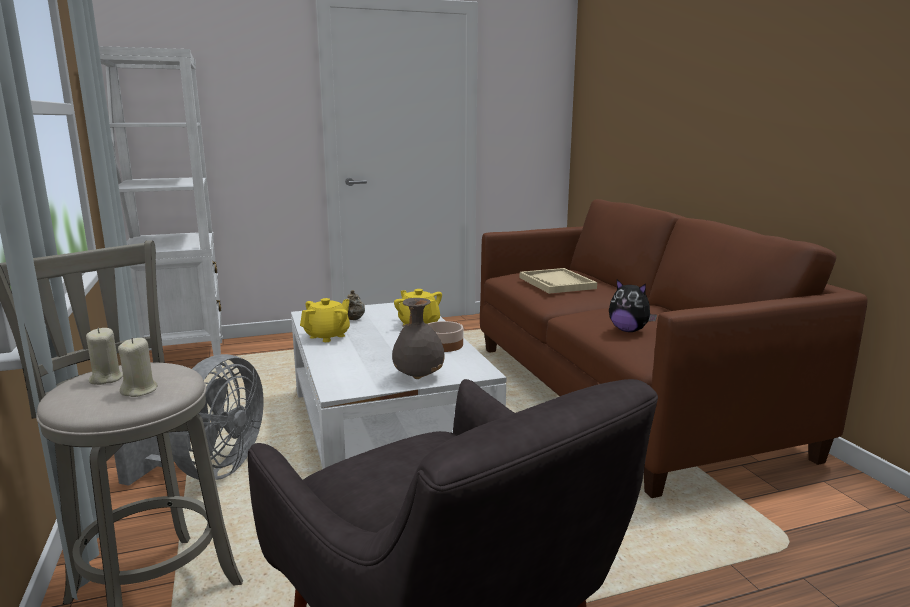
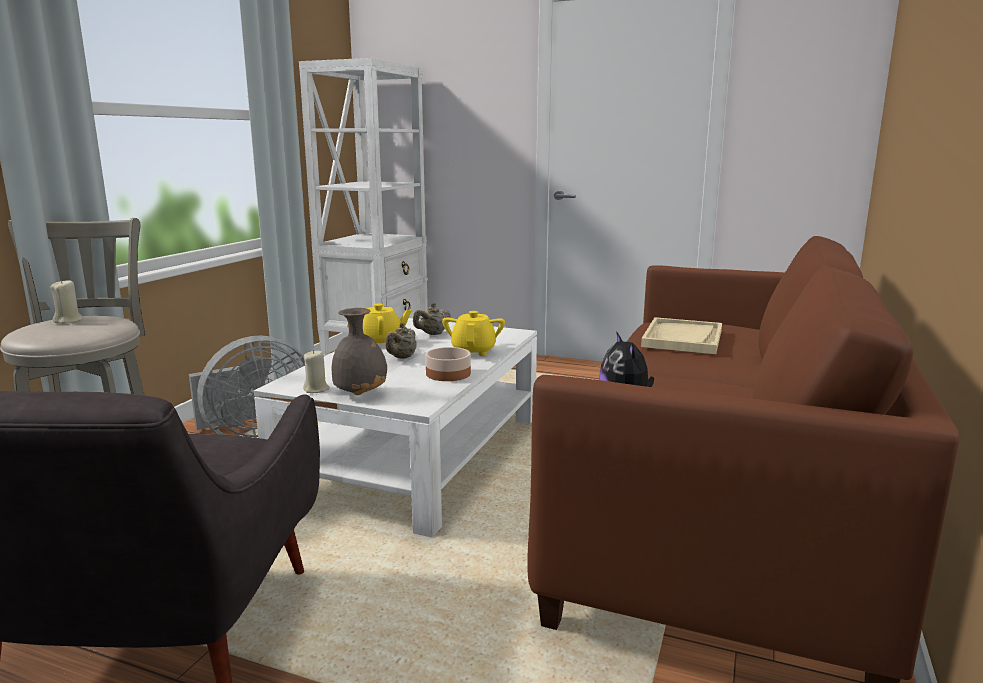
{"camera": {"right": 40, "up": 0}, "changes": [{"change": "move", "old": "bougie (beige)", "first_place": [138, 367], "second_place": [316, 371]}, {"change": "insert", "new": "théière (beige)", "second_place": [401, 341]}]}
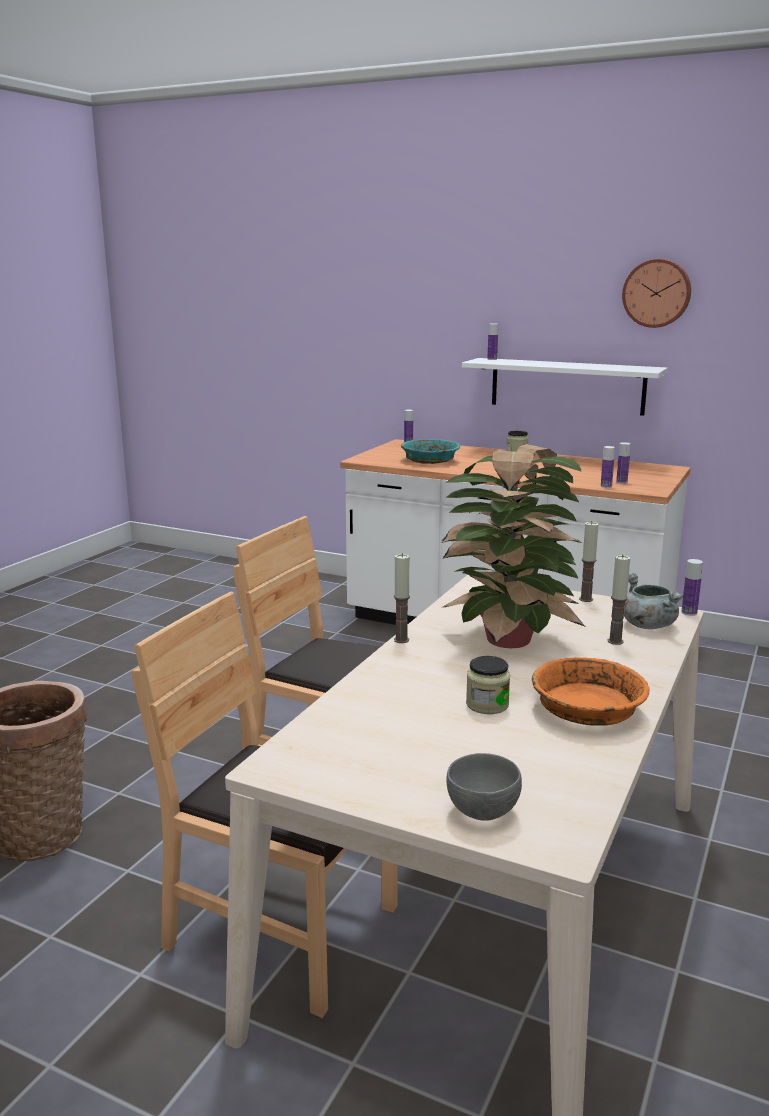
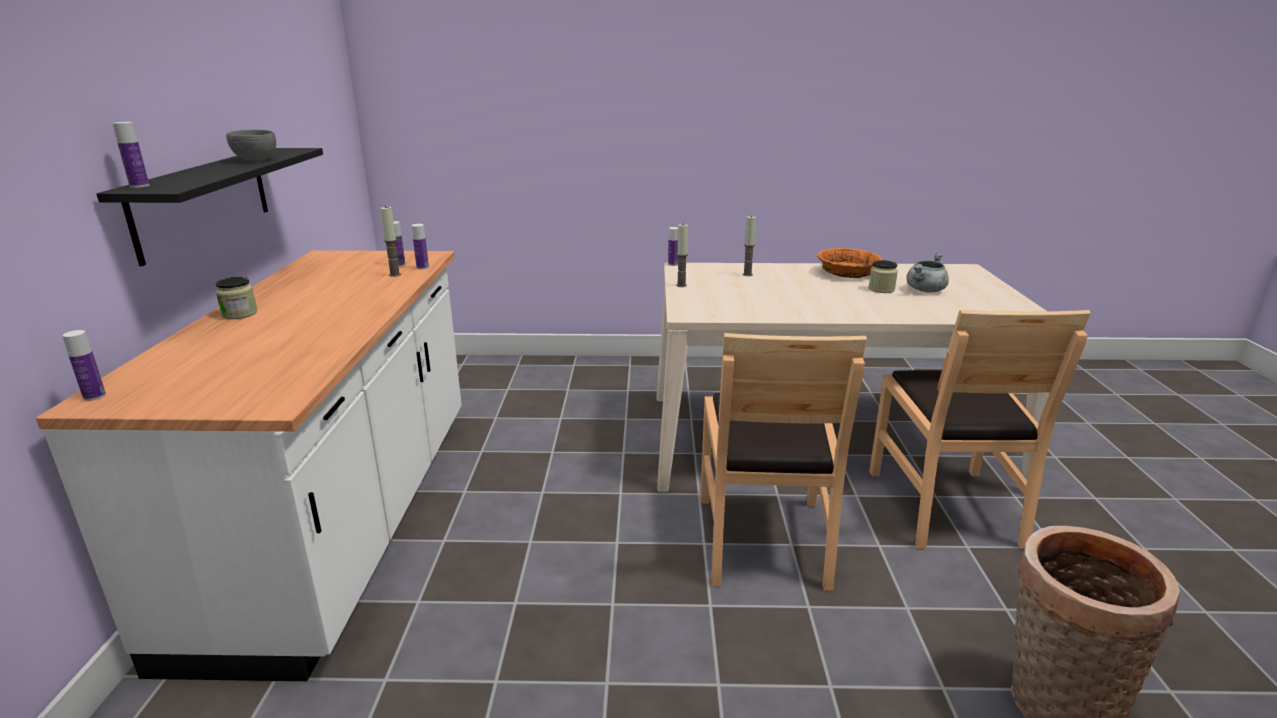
{"camera": {"right": -115, "up": 5}, "changes": [{"change": "recolor", "old": "étagère (blanc)", "new": "étagère (noir)", "first_place": [565, 387], "second_place": [209, 207]}, {"change": "move", "old": "bol (gris)", "first_place": [484, 787], "second_place": [251, 145]}, {"change": "move", "old": "bougie", "first_place": [402, 598], "second_place": [390, 241]}, {"change": "move", "old": "marmite (gris)", "first_place": [654, 601], "second_place": [927, 273]}, {"change": "delete", "old": "bol (turquoise)", "first_place": [430, 451]}, {"change": "delete", "old": "plante en pot", "first_place": [513, 546]}, {"change": "delete", "old": "horloge murale", "first_place": [656, 293]}]}
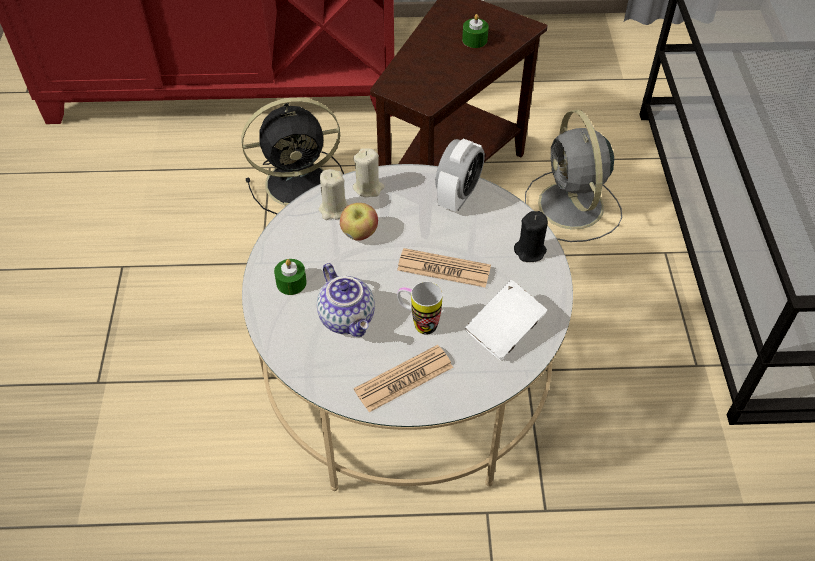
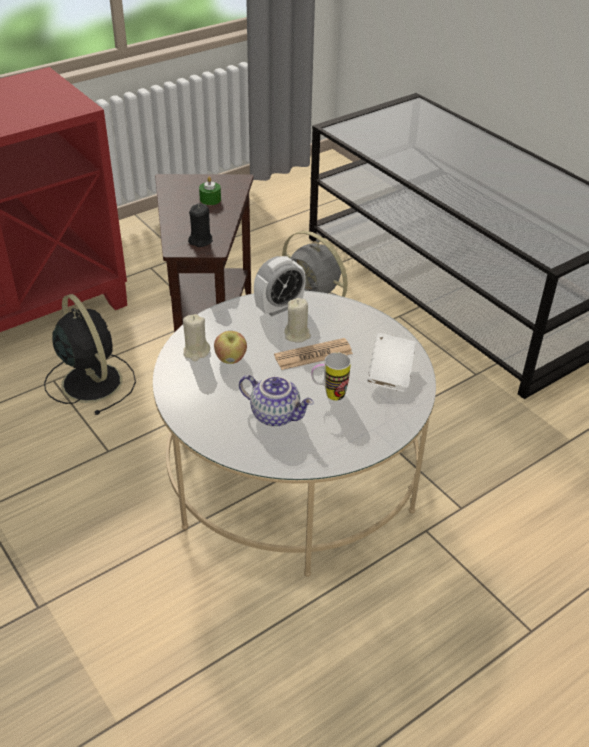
{"camera": {"right": -35, "up": -10}, "changes": [{"change": "rotate", "old": "ventilateur (noir)", "first_place": [292, 156], "second_place": [90, 354], "degrees": -75}, {"change": "move", "old": "bougie (noir)", "first_place": [531, 236], "second_place": [200, 225]}, {"change": "rotate", "old": "réveil", "first_place": [460, 175], "second_place": [280, 286], "degrees": 60}, {"change": "move", "old": "bougie (beige)", "first_place": [368, 172], "second_place": [297, 320]}, {"change": "delete", "old": "bougie (vert)", "first_place": [290, 277]}, {"change": "delete", "old": "journal", "first_place": [403, 378]}]}
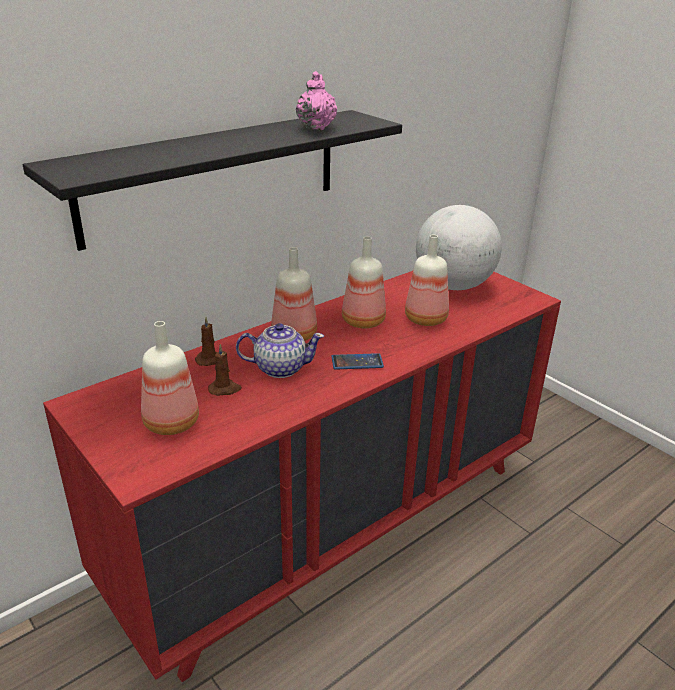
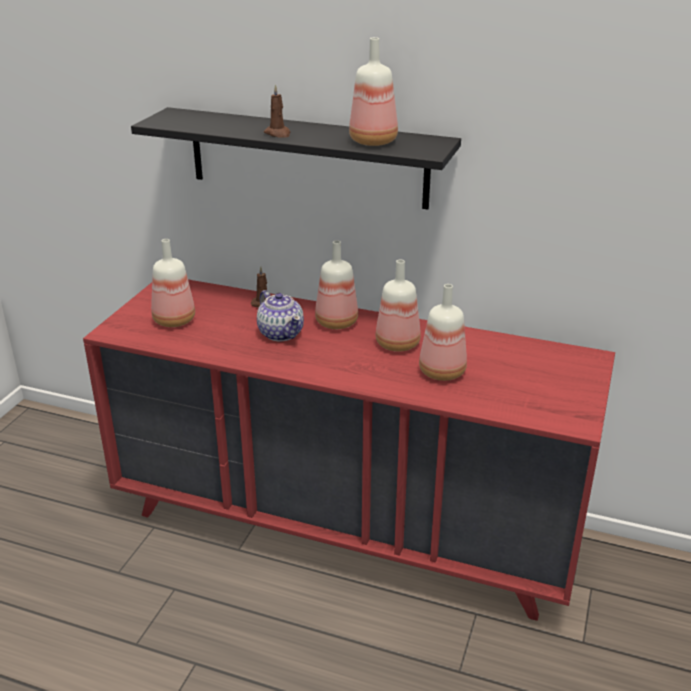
{"camera": {"right": 60, "up": 0}, "changes": [{"change": "move", "old": "bougie (marron)", "first_place": [225, 370], "second_place": [277, 111]}, {"change": "replace", "old": "théière (rose)", "new": "bouteille", "first_place": [316, 100], "second_place": [373, 91]}, {"change": "delete", "old": "téléphone", "first_place": [357, 361]}, {"change": "delete", "old": "globe", "first_place": [459, 247]}]}
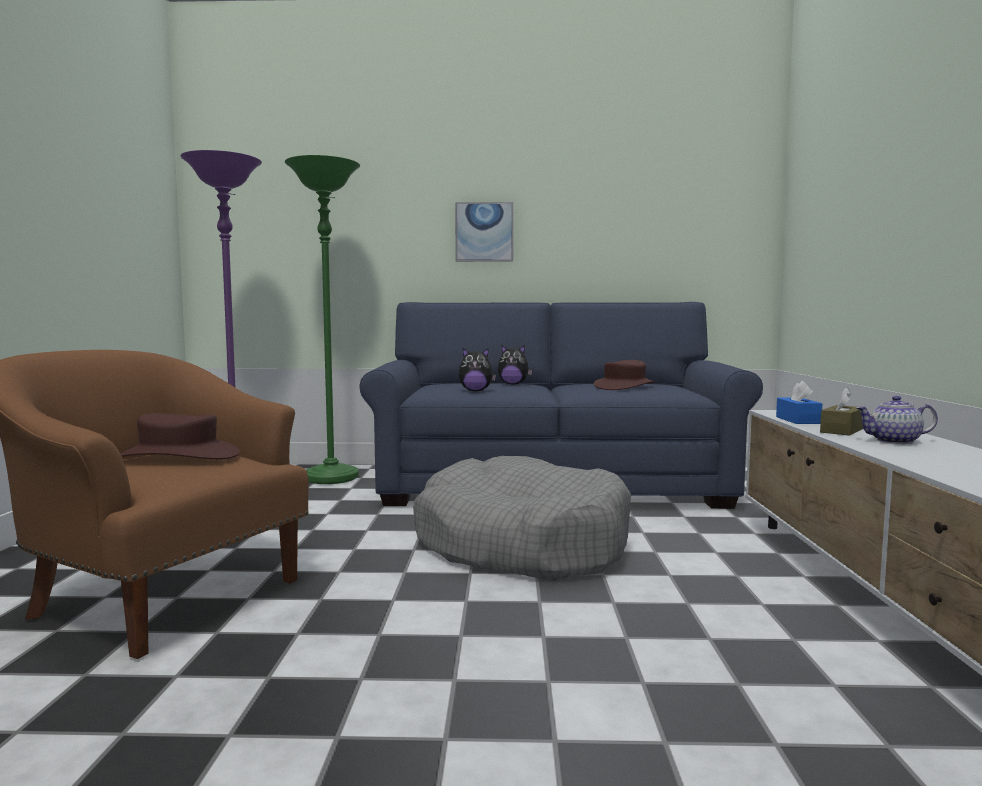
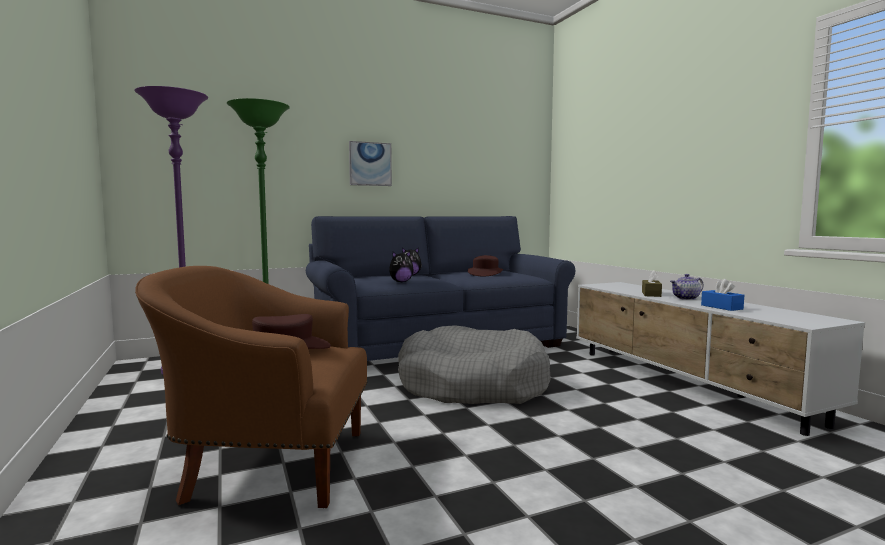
{"camera": {"right": -25, "up": 0}, "changes": [{"change": "move", "old": "boîte à mouchoirs (bleu)", "first_place": [799, 402], "second_place": [722, 295]}]}
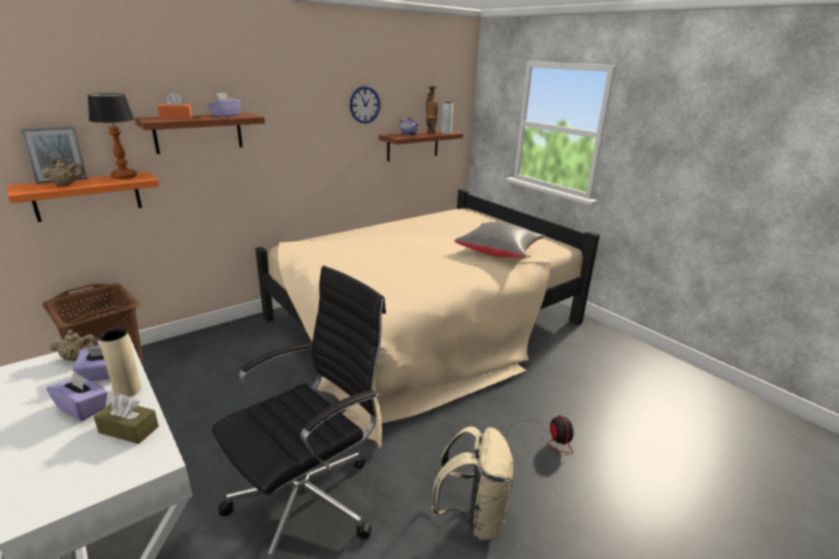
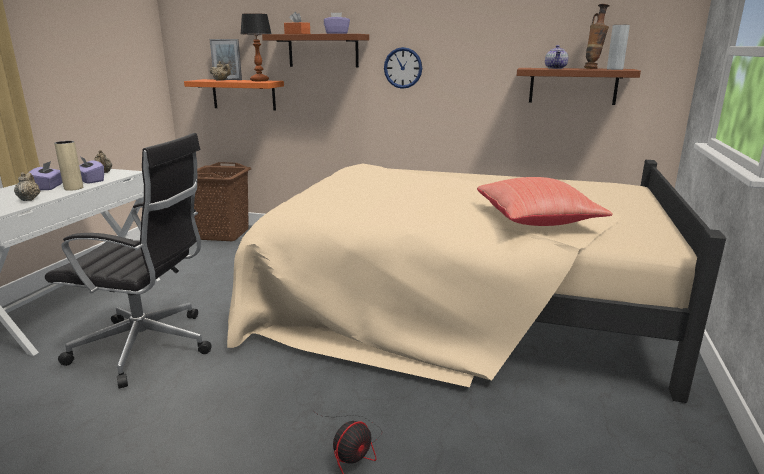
{"camera": {"right": 55, "up": -5}, "changes": [{"change": "replace", "old": "boîte à mouchoirs (marron)", "new": "théière (beige)", "first_place": [126, 419], "second_place": [27, 186]}, {"change": "move", "old": "horloge murale", "first_place": [365, 104], "second_place": [403, 68]}, {"change": "recolor", "old": "coussin (gris)", "new": "coussin (rouge)", "first_place": [499, 240], "second_place": [545, 201]}, {"change": "delete", "old": "sac à dos (beige)", "first_place": [473, 484]}]}
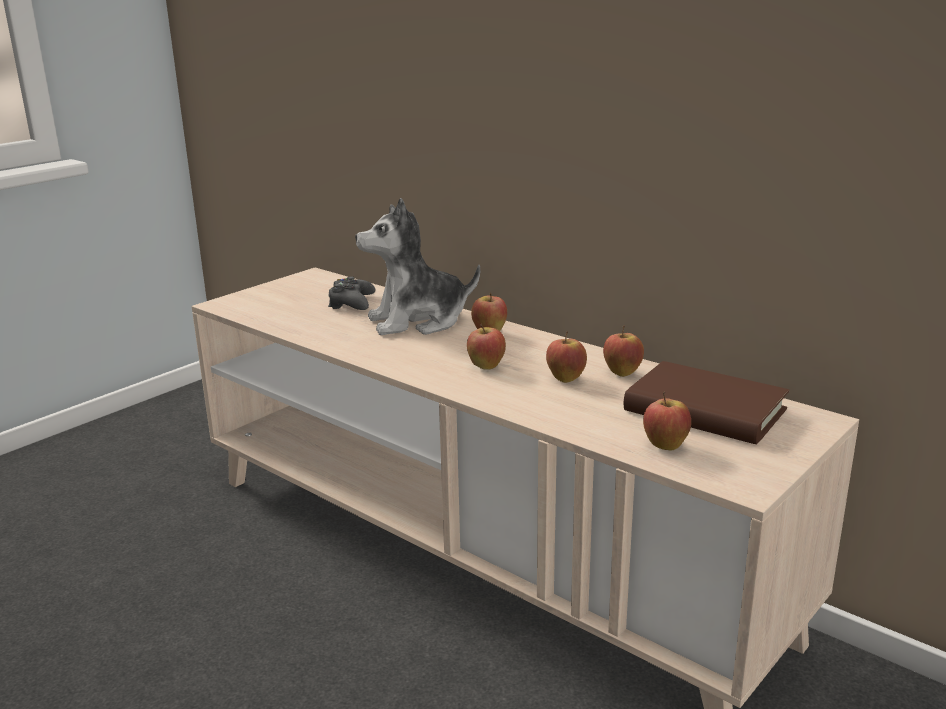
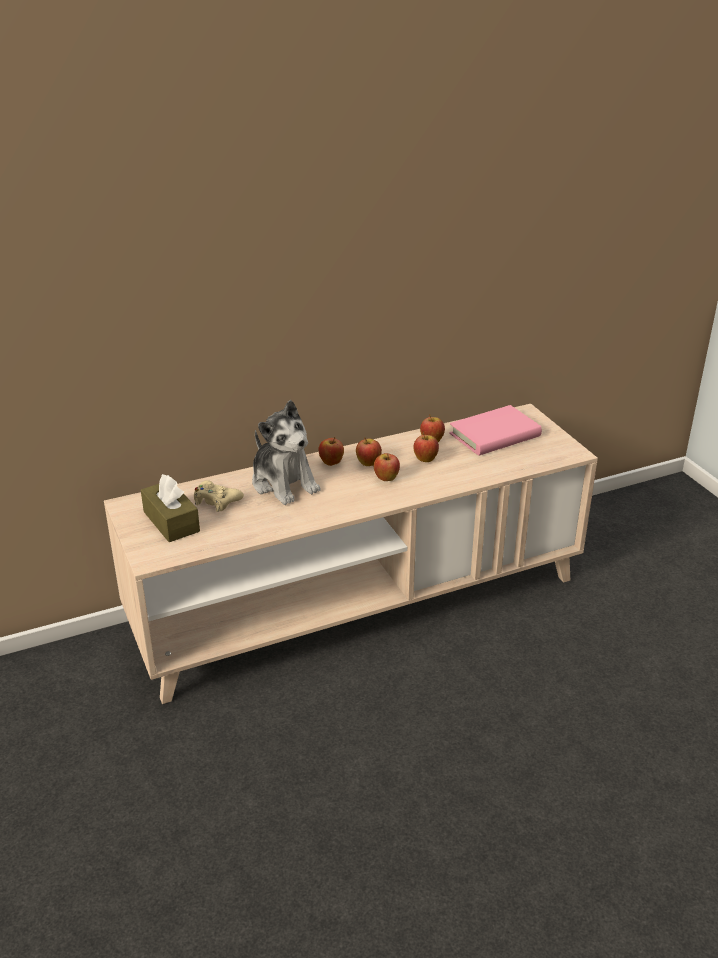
{"camera": {"right": -65, "up": 10}, "changes": [{"change": "insert", "new": "boîte à mouchoirs (marron)", "second_place": [170, 508]}, {"change": "recolor", "old": "manette (noir)", "new": "manette (beige)", "first_place": [351, 293], "second_place": [219, 496]}, {"change": "rotate", "old": "peluche", "first_place": [417, 266], "second_place": [286, 452], "degrees": -45}, {"change": "move", "old": "pomme", "first_place": [667, 421], "second_place": [369, 452]}, {"change": "recolor", "old": "livre (marron)", "new": "livre (rose)", "first_place": [706, 402], "second_place": [495, 430]}]}
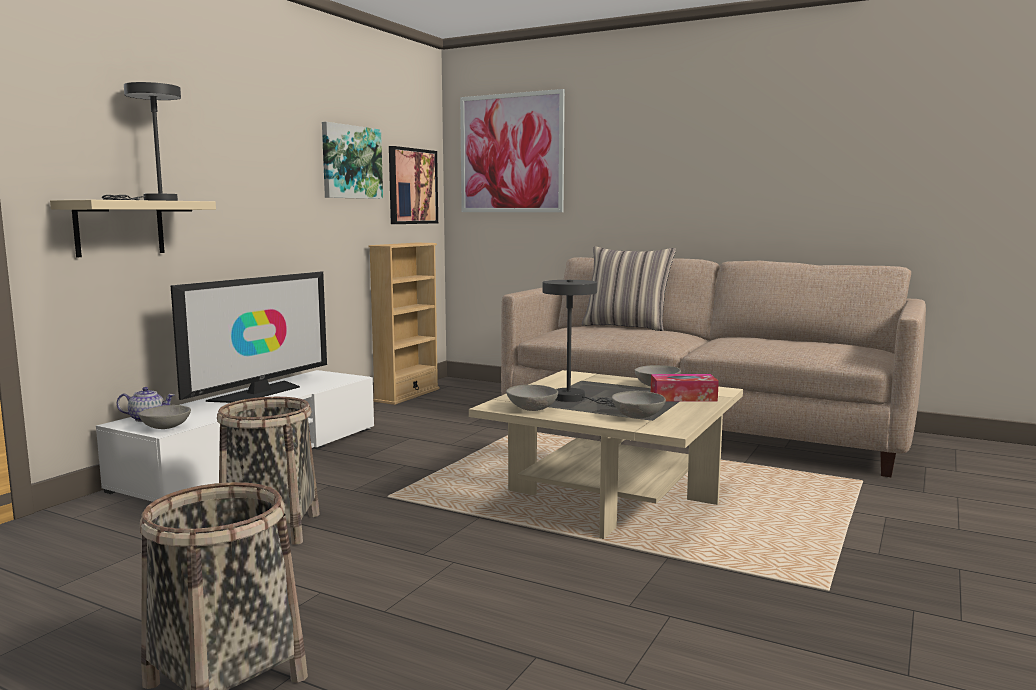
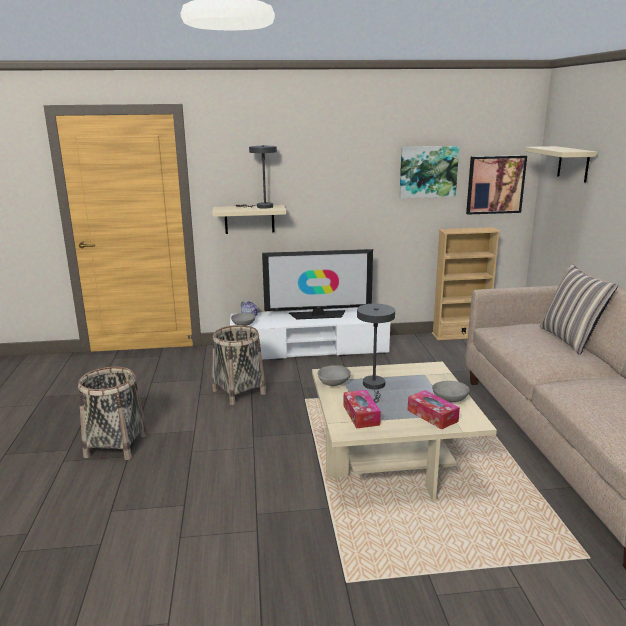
{"camera": {"right": 55, "up": 10}, "changes": [{"change": "replace", "old": "bol (gris)", "new": "boîte à mouchoirs", "first_place": [639, 405], "second_place": [362, 409]}, {"change": "replace", "old": "tableau", "new": "étagère (beige)", "first_place": [512, 150], "second_place": [561, 164]}]}
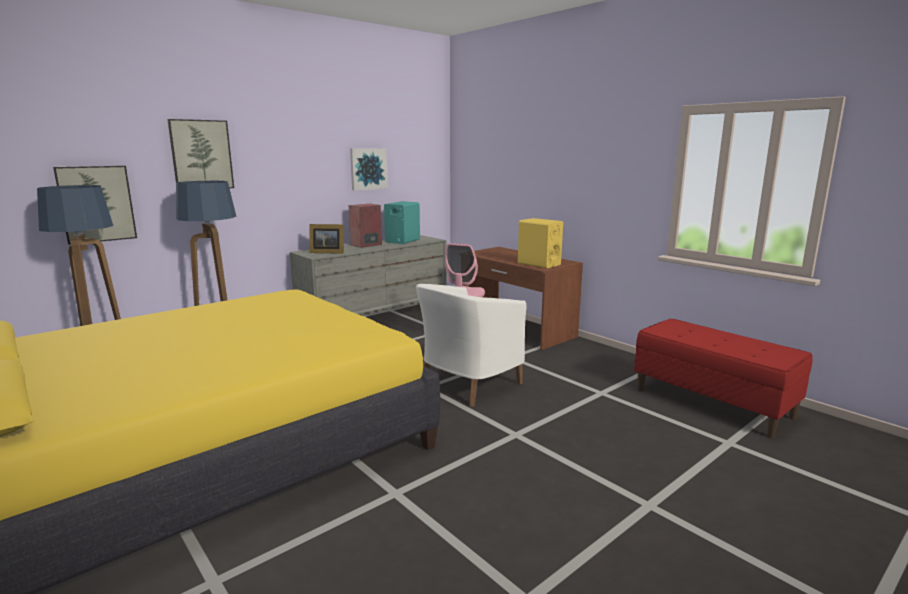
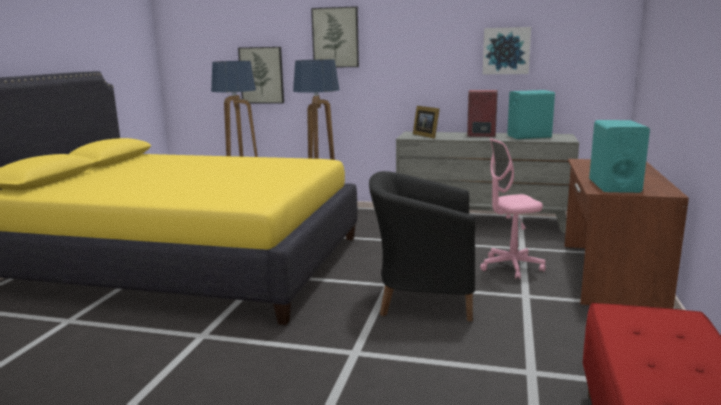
{"camera": {"right": 55, "up": 0}, "changes": [{"change": "recolor", "old": "fauteuil (blanc)", "new": "fauteuil (noir)", "first_place": [471, 345], "second_place": [422, 246]}, {"change": "recolor", "old": "enceinte (jaune)", "new": "enceinte (turquoise)", "first_place": [540, 243], "second_place": [619, 156]}]}
